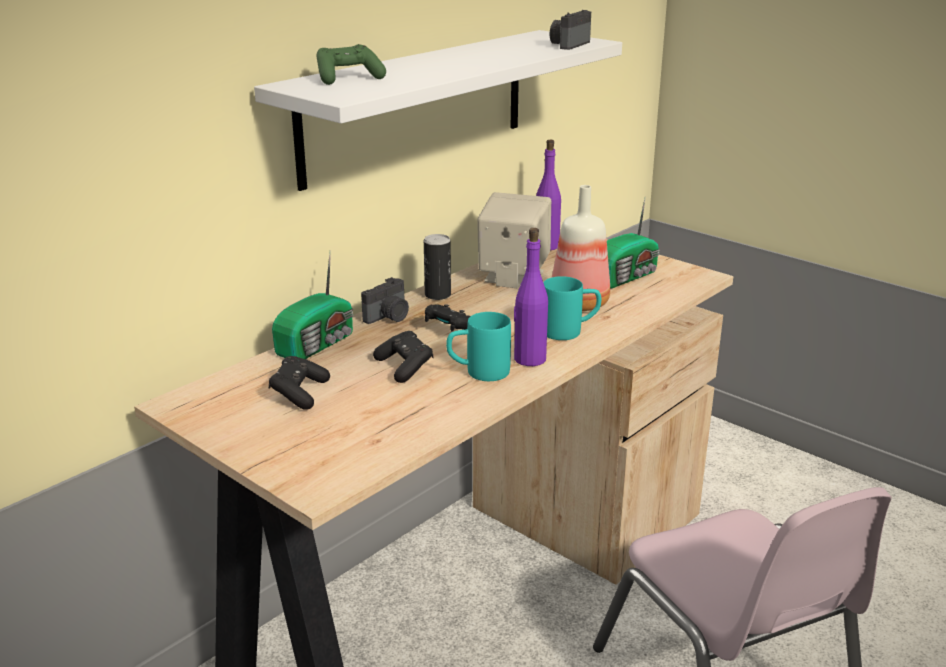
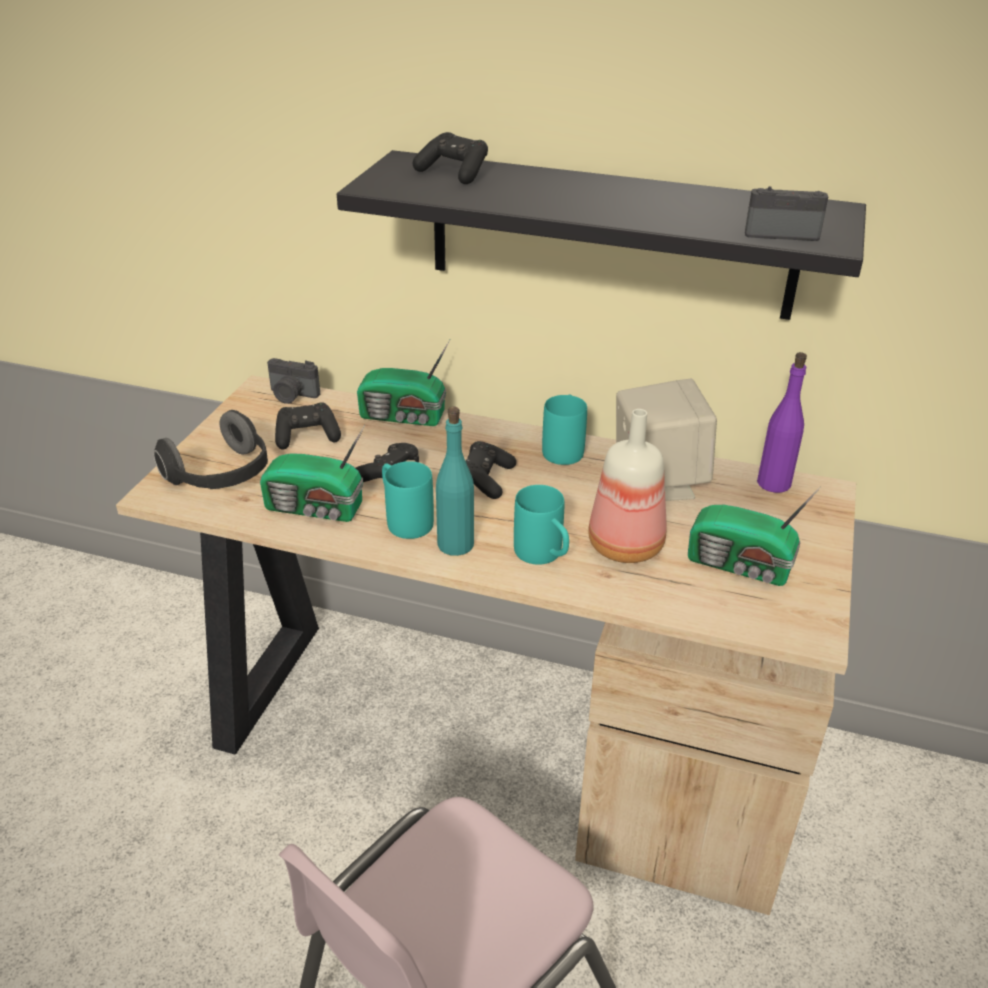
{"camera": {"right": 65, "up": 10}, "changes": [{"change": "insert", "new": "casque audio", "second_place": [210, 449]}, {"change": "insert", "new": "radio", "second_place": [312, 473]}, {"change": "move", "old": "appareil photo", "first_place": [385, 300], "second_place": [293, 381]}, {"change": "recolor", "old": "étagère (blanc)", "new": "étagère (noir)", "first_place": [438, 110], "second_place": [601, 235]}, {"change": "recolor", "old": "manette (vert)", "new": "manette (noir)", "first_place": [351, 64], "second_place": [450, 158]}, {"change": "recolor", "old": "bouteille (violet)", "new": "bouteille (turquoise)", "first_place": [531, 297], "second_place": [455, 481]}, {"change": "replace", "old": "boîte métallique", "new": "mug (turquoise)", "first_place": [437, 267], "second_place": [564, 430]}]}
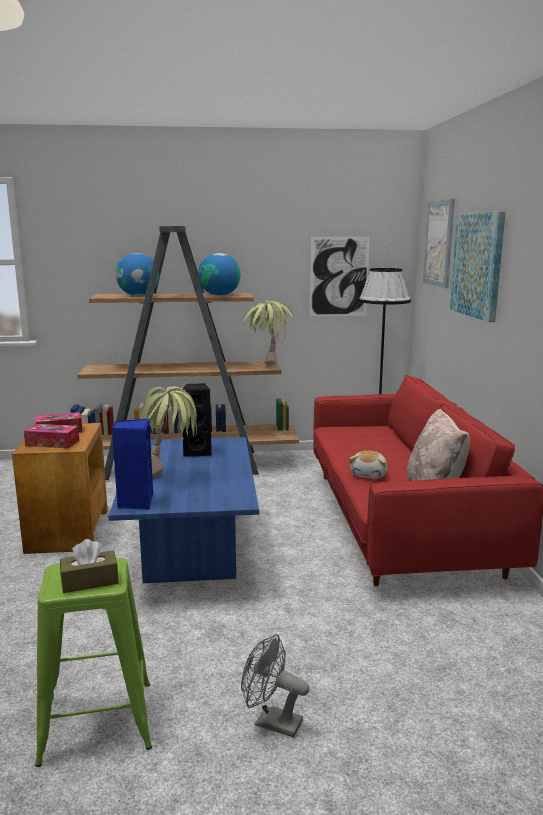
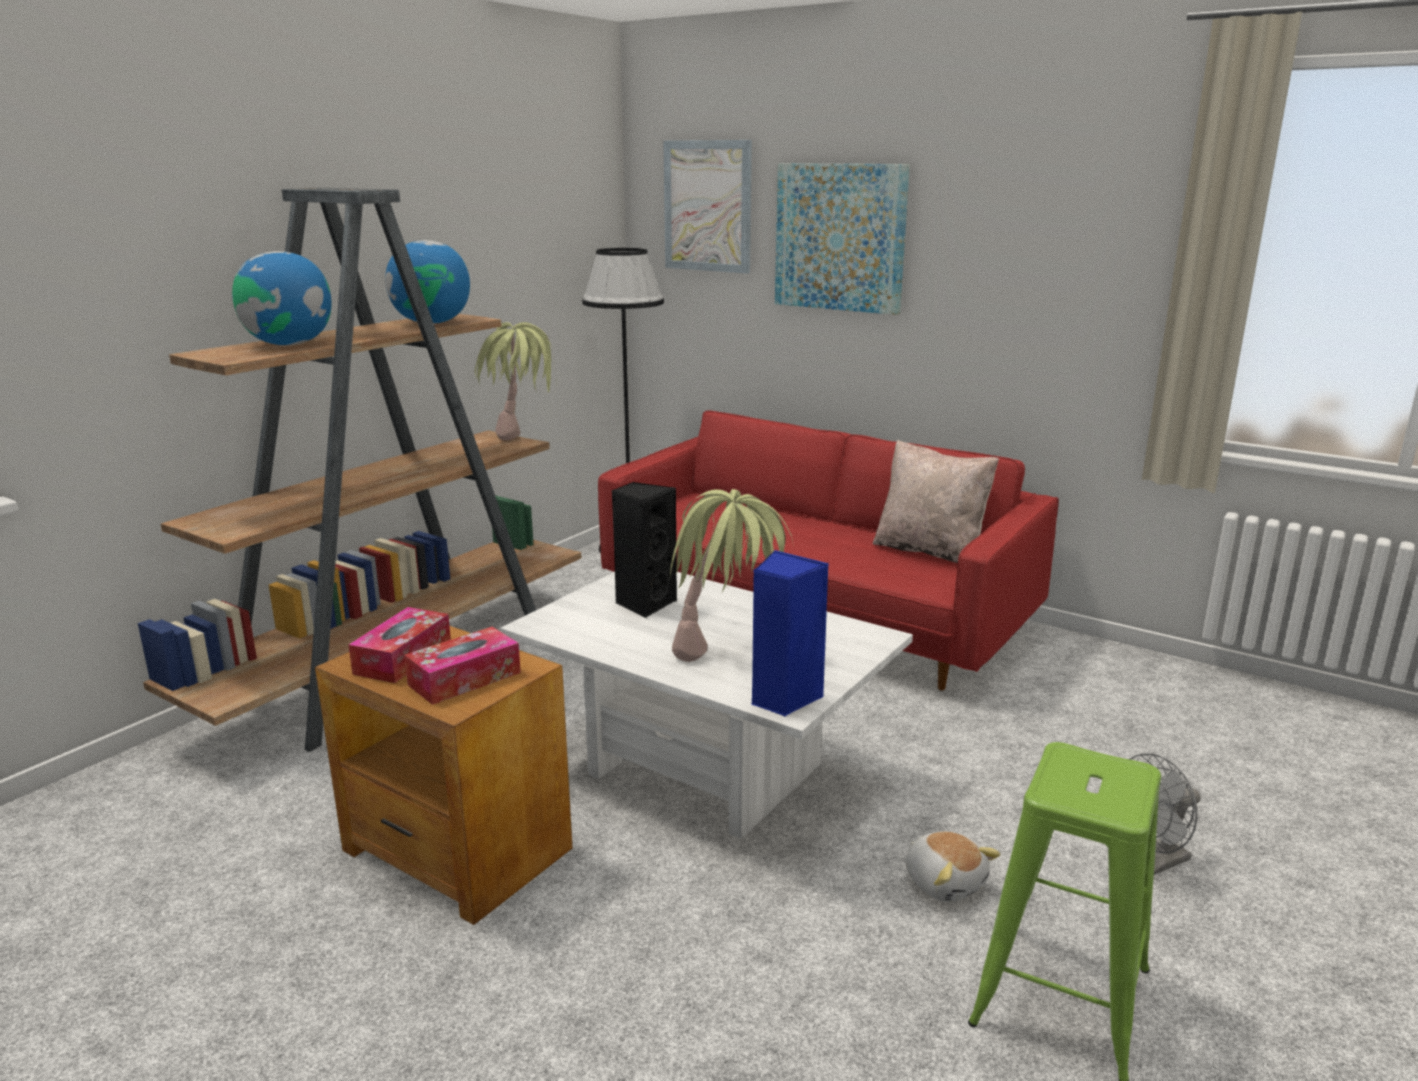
{"camera": {"right": -50, "up": 5}, "changes": [{"change": "recolor", "old": "table basse (bleu)", "new": "table basse (blanc)", "first_place": [183, 510], "second_place": [706, 705]}, {"change": "move", "old": "peluche", "first_place": [368, 464], "second_place": [953, 866]}, {"change": "delete", "old": "boîte à mouchoirs (marron)", "first_place": [89, 566]}, {"change": "delete", "old": "tableau", "first_place": [340, 276]}]}
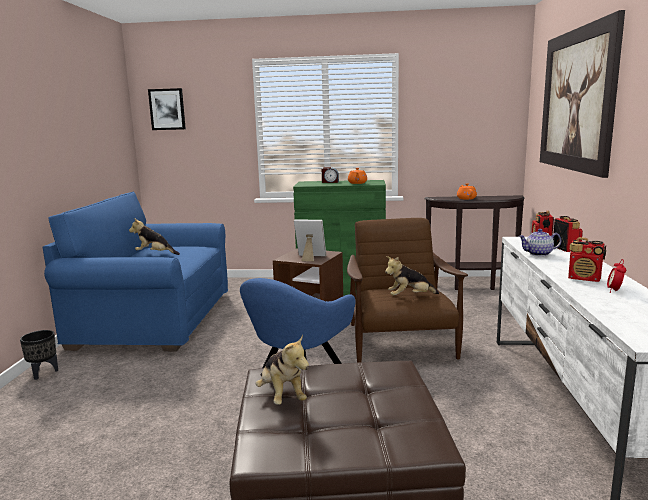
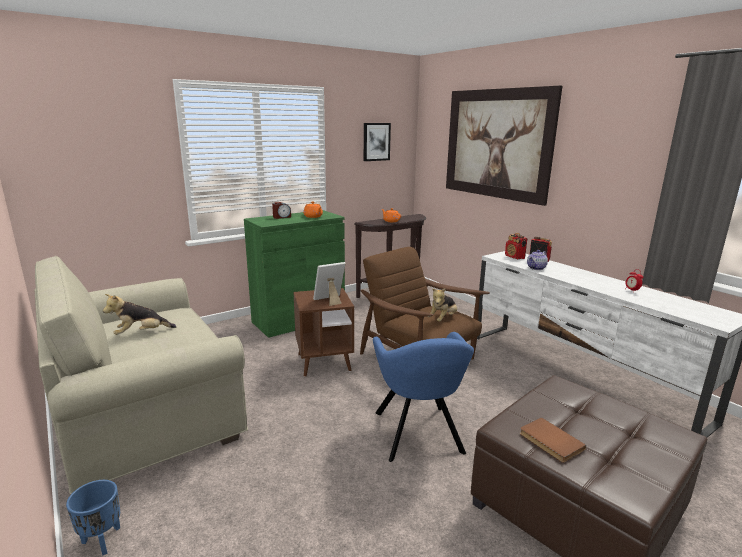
{"camera": {"right": -40, "up": 5}, "changes": [{"change": "recolor", "old": "canapé (bleu)", "new": "canapé (beige)", "first_place": [135, 271], "second_place": [141, 375]}, {"change": "recolor", "old": "cache-pot (noir)", "new": "cache-pot (bleu)", "first_place": [39, 355], "second_place": [93, 518]}, {"change": "move", "old": "tableau", "first_place": [167, 109], "second_place": [377, 142]}, {"change": "replace", "old": "peluche", "new": "livre (marron)", "first_place": [282, 369], "second_place": [553, 440]}, {"change": "delete", "old": "radio", "first_place": [587, 259]}]}
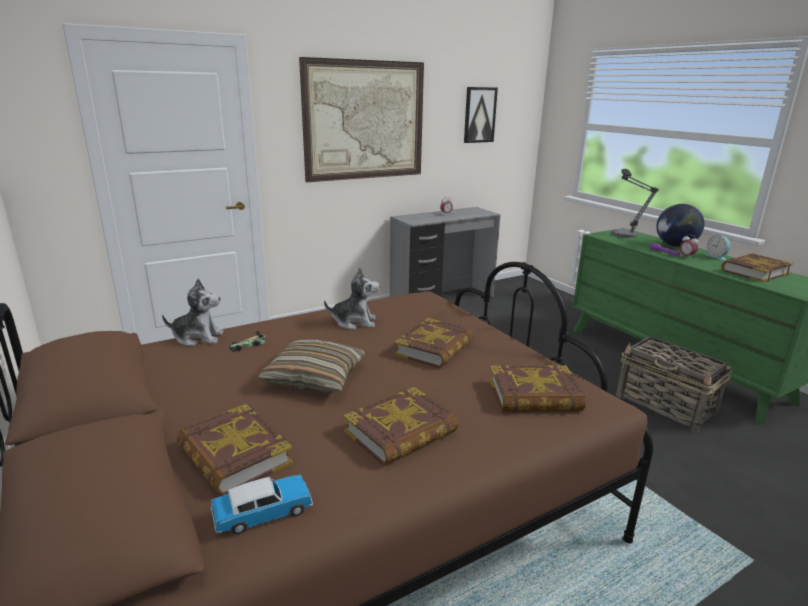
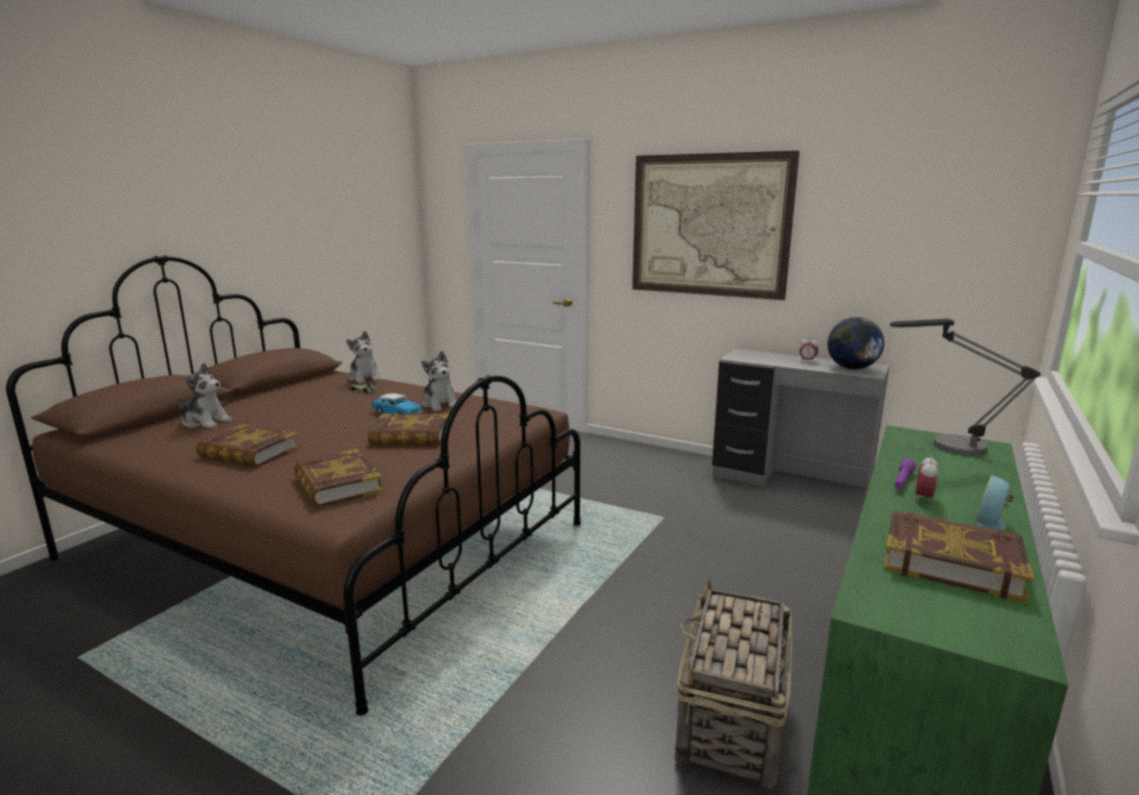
{"camera": {"right": 60, "up": -5}, "changes": [{"change": "replace", "old": "livre", "new": "peluche", "first_place": [235, 450], "second_place": [204, 395]}, {"change": "move", "old": "petite voiture", "first_place": [262, 504], "second_place": [397, 403]}, {"change": "move", "old": "globe", "first_place": [680, 225], "second_place": [855, 343]}, {"change": "delete", "old": "coussin", "first_place": [312, 365]}, {"change": "delete", "old": "tableau", "first_place": [481, 115]}]}
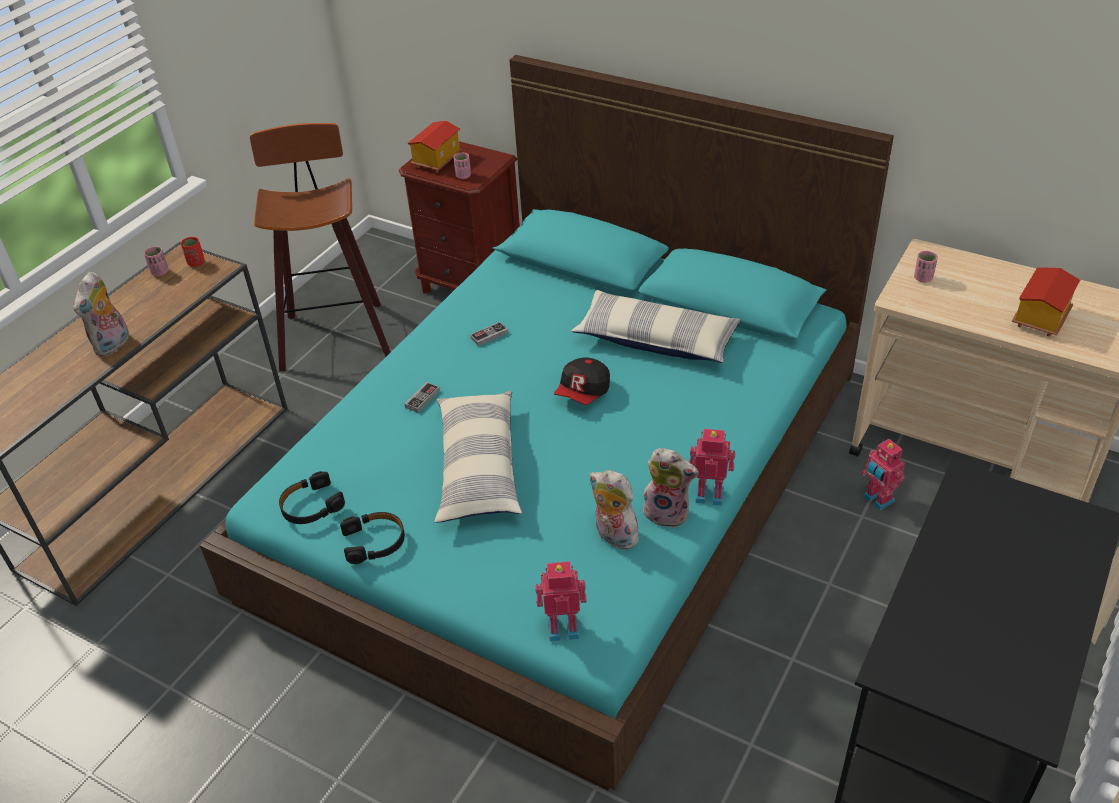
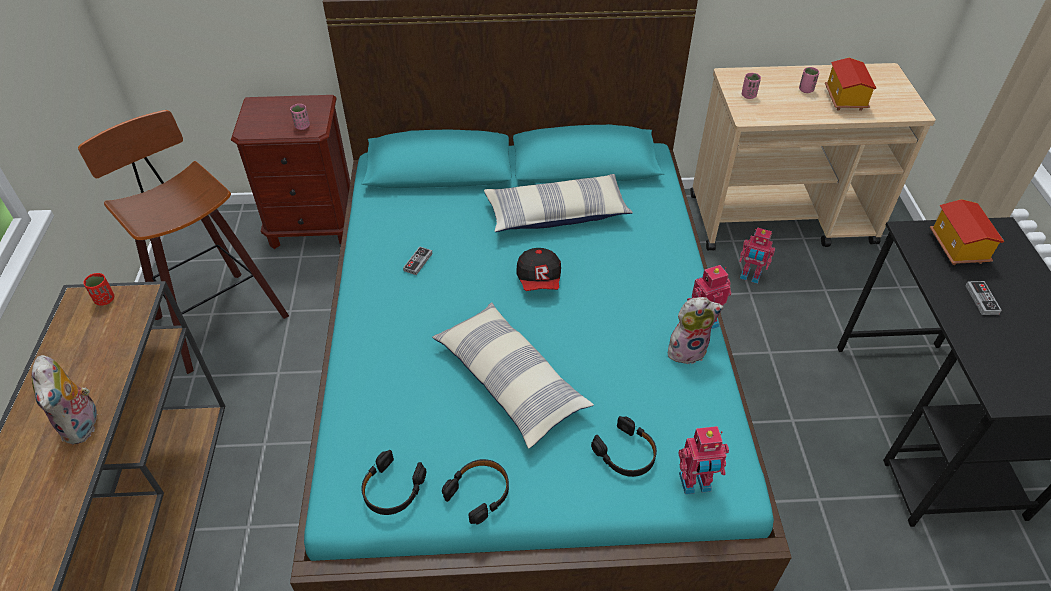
{"camera": {"right": -35, "up": 5}, "changes": [{"change": "insert", "new": "casque audio (noir)", "second_place": [624, 446]}, {"change": "rotate", "old": "robot jouet", "first_place": [561, 601], "second_place": [704, 460], "degrees": -150}, {"change": "move", "old": "tasse (rose)", "first_place": [156, 261], "second_place": [809, 80]}, {"change": "move", "old": "maison miniature", "first_place": [435, 147], "second_place": [967, 232]}, {"change": "move", "old": "manette", "first_place": [422, 397], "second_place": [983, 298]}, {"change": "delete", "old": "peluche", "first_place": [615, 509]}]}
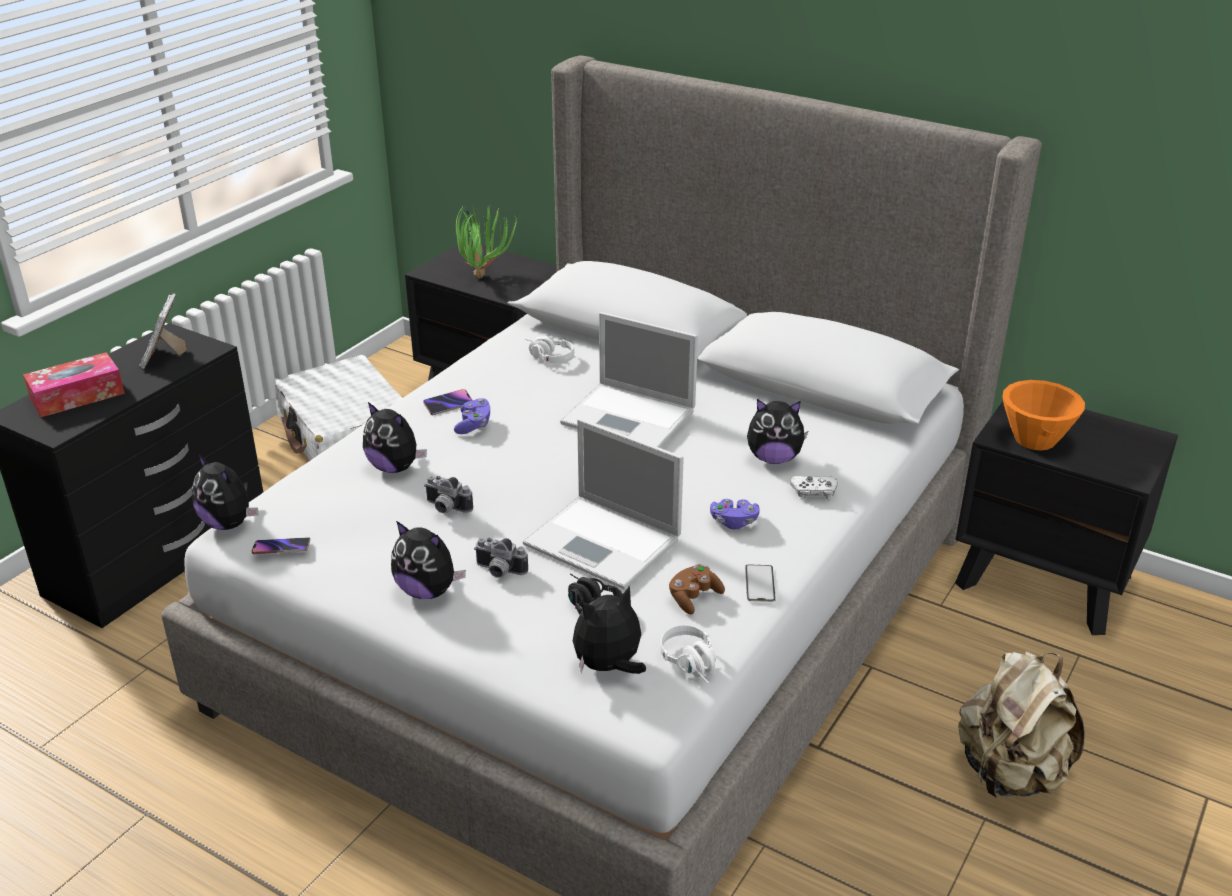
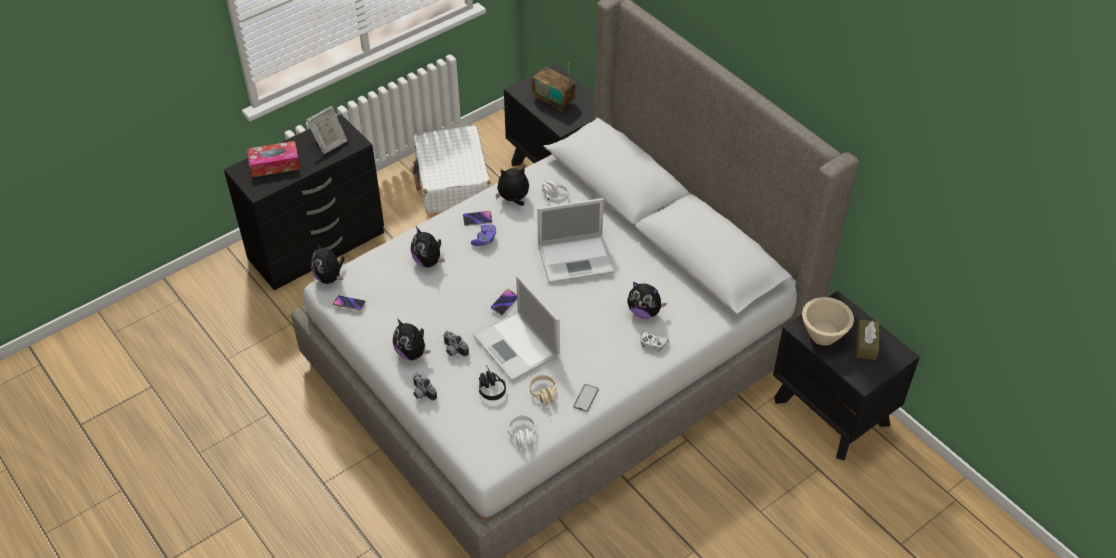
{"camera": {"right": 20, "up": 15}, "changes": [{"change": "rotate", "old": "cadre photo", "first_place": [163, 331], "second_place": [326, 130], "degrees": -150}, {"change": "move", "old": "appareil photo", "first_place": [448, 494], "second_place": [424, 387]}, {"change": "insert", "new": "téléphone", "second_place": [504, 302]}, {"change": "move", "old": "peluche", "first_place": [609, 630], "second_place": [512, 186]}, {"change": "replace", "old": "manette (marron)", "new": "casque audio (beige)", "first_place": [697, 589], "second_place": [543, 393]}, {"change": "replace", "old": "plante en pot", "new": "radio", "first_place": [486, 241], "second_place": [553, 87]}, {"change": "rotate", "old": "ordinateur portable", "first_place": [629, 380], "second_place": [575, 240], "degrees": -60}, {"change": "recolor", "old": "bol (orange)", "new": "bol (beige)", "first_place": [1043, 415], "second_place": [828, 321]}, {"change": "insert", "new": "boîte à mouchoirs (marron)", "second_place": [867, 340]}, {"change": "delete", "old": "manette (violet)", "first_place": [735, 514]}, {"change": "delete", "old": "sac à dos (beige)", "first_place": [1021, 724]}]}
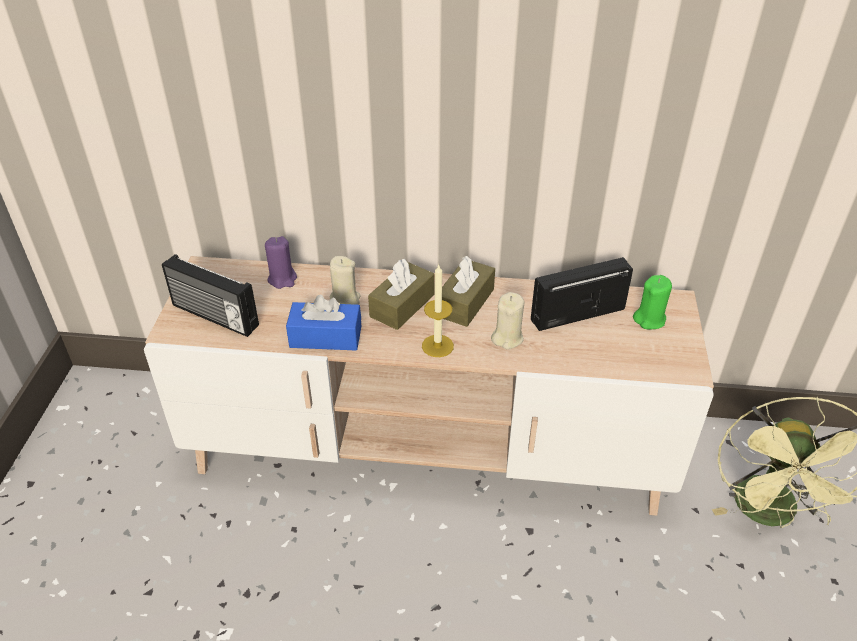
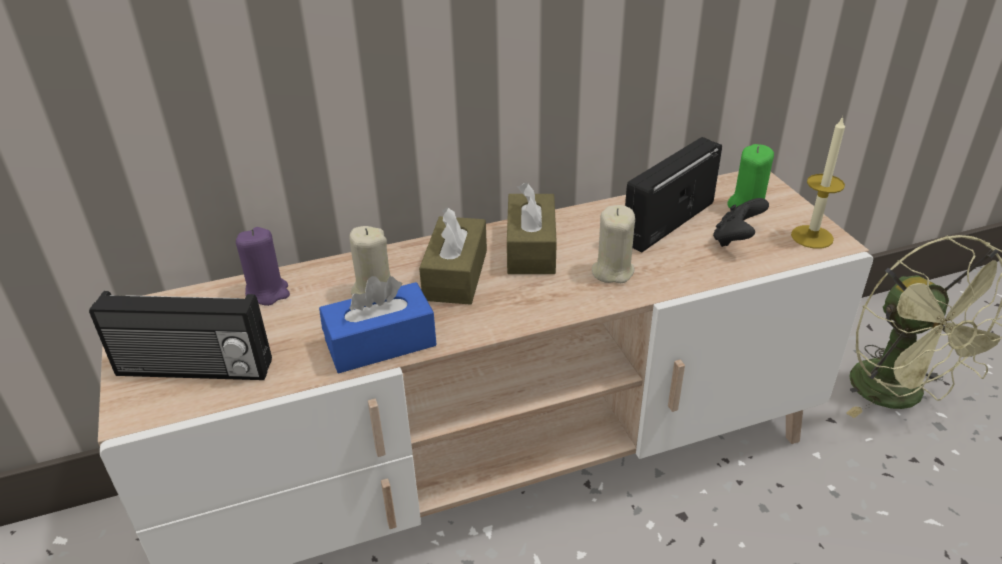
{"camera": {"right": -25, "up": -5}, "changes": [{"change": "insert", "new": "manette (noir)", "second_place": [741, 222]}, {"change": "move", "old": "bougie", "first_place": [438, 311], "second_place": [818, 182]}]}
